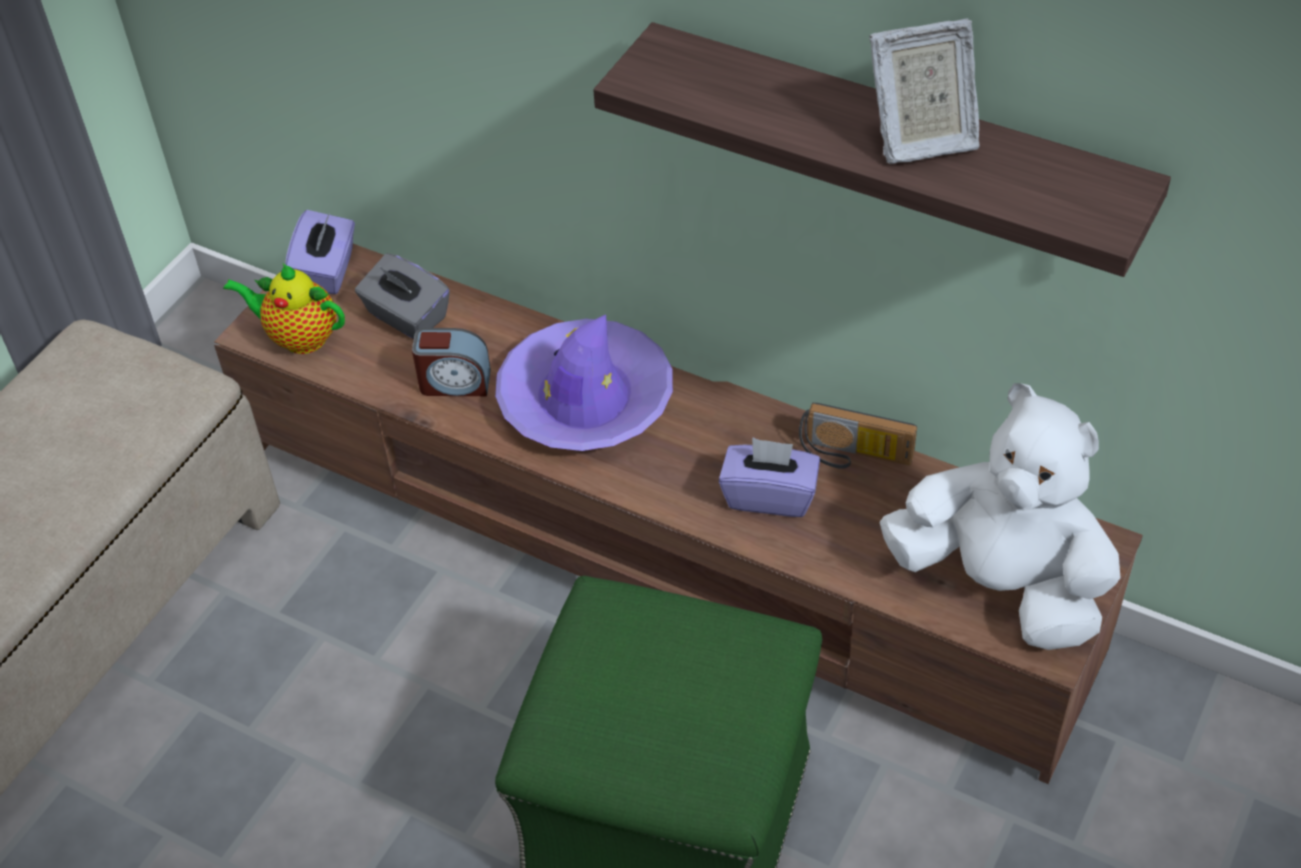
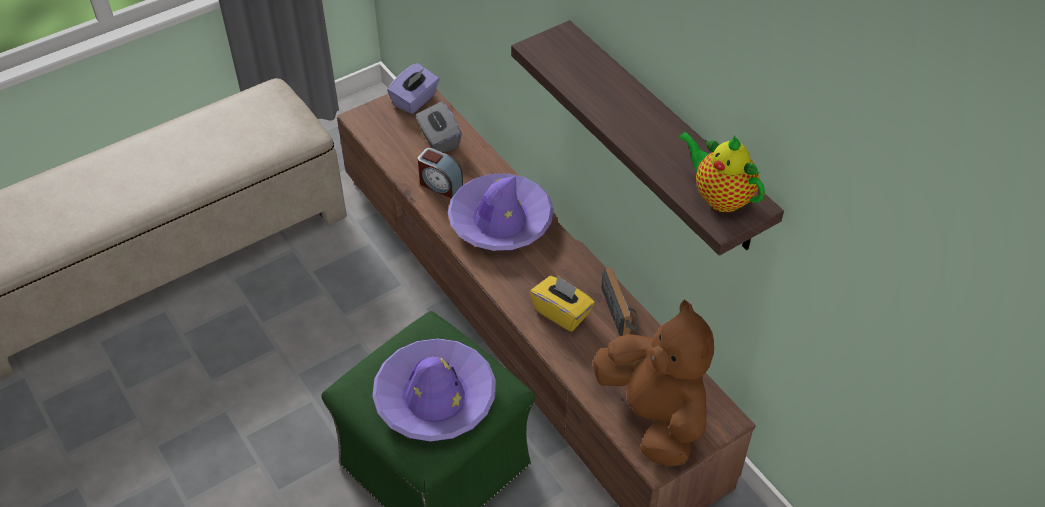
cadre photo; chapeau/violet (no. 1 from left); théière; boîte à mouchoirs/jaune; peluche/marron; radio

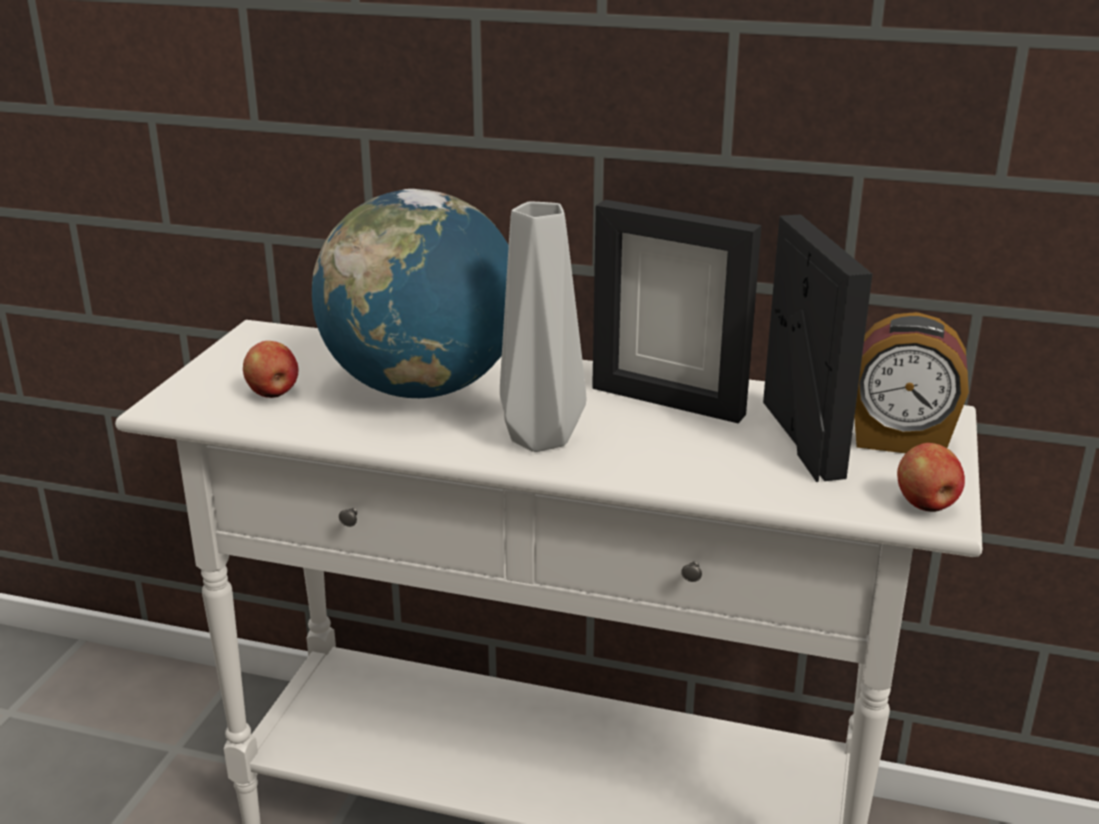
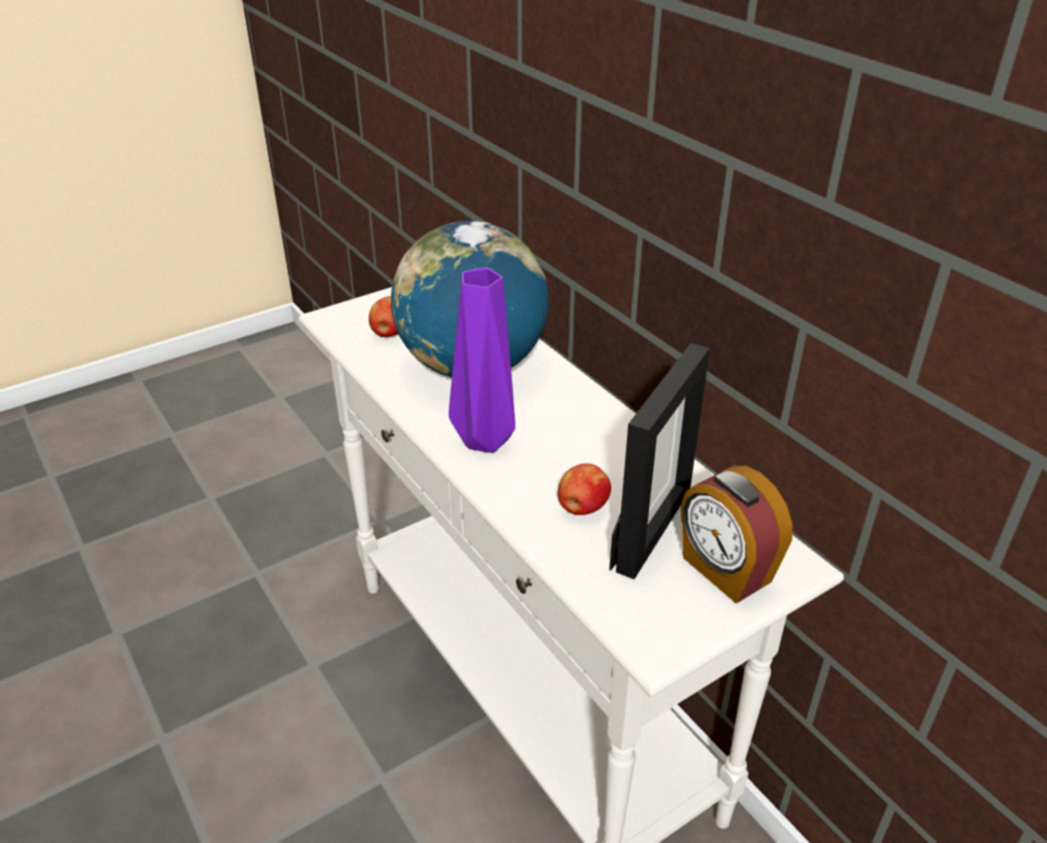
cadre photo (no. 1 from left in the first image); pomme (no. 2 from left); vase/violet

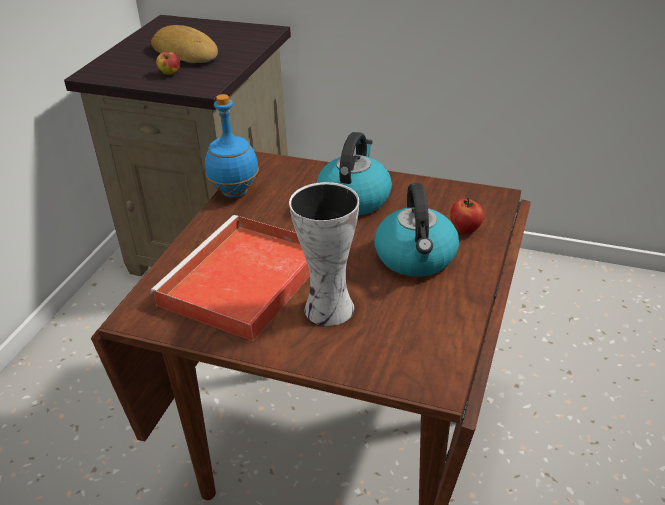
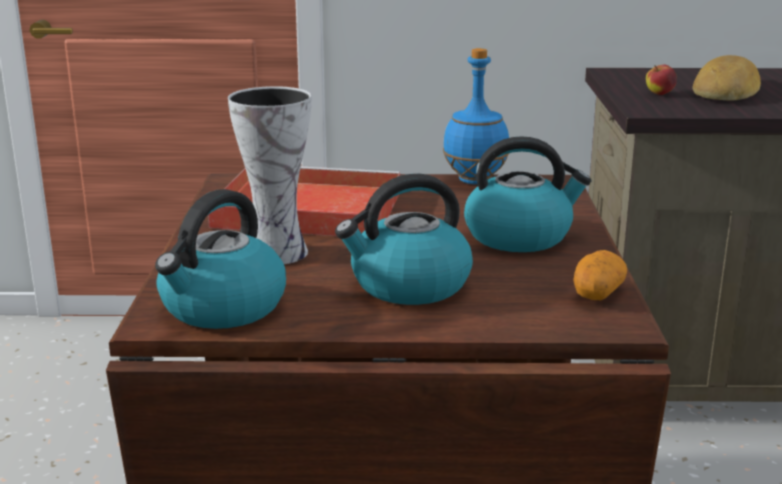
pomme (no. 2 from left in the first image); bouilloire (no. 1 from left); pomme de terre

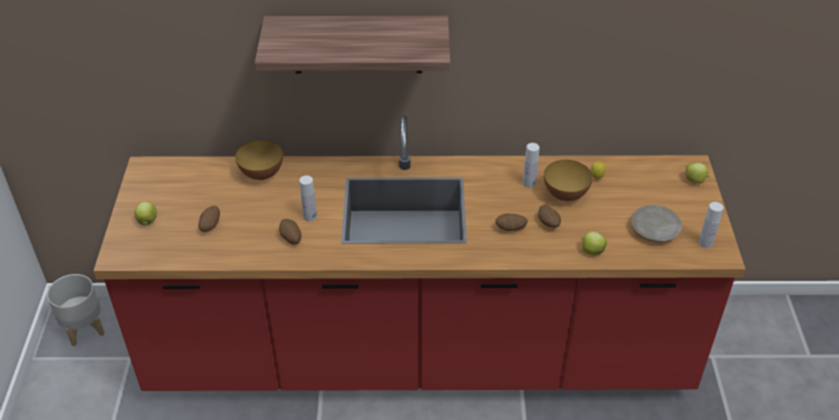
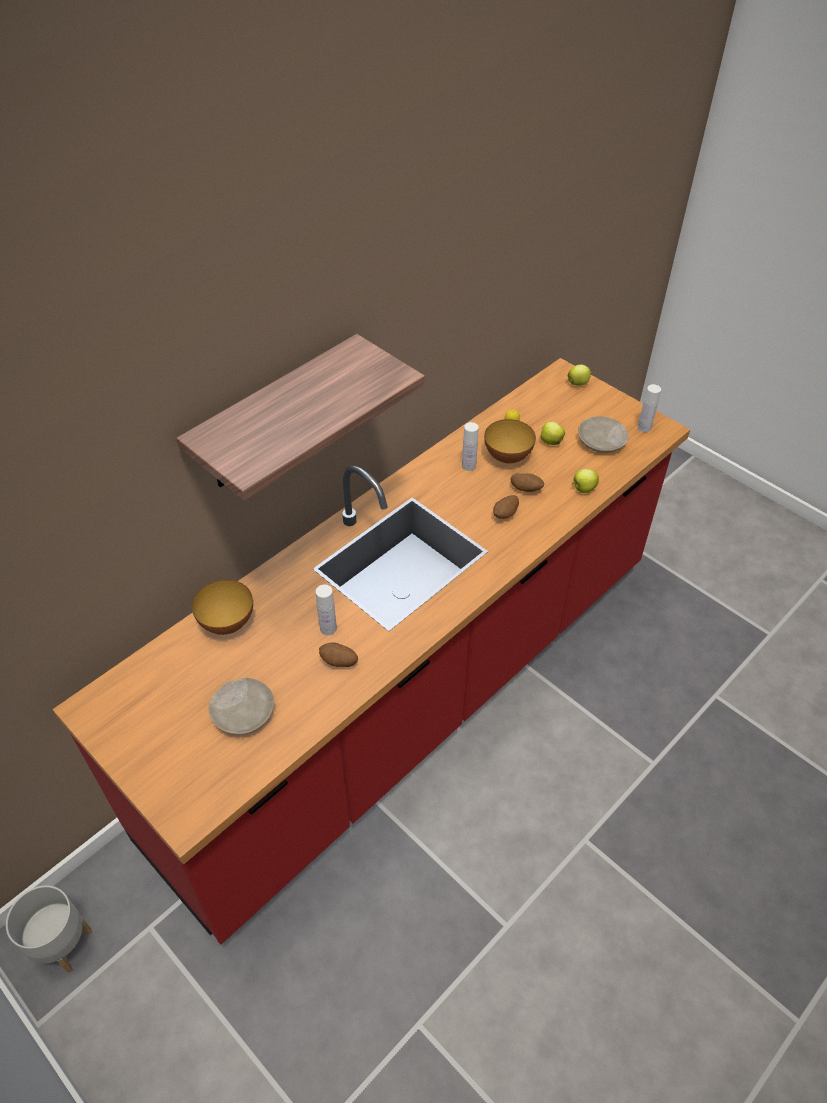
pomme (no. 1 from left); assiette/beige (no. 1 from left)

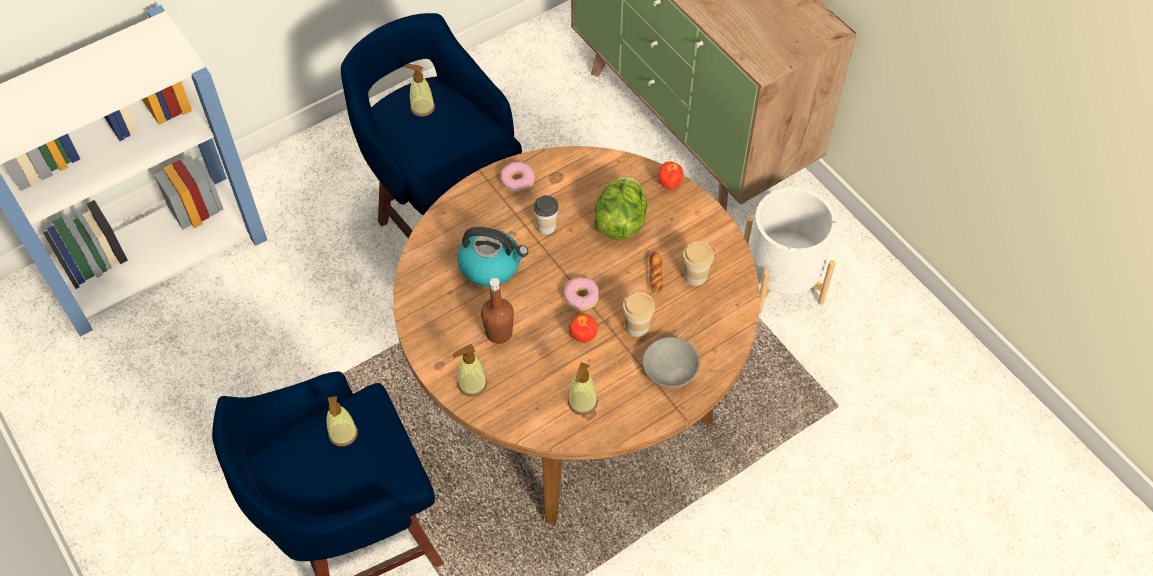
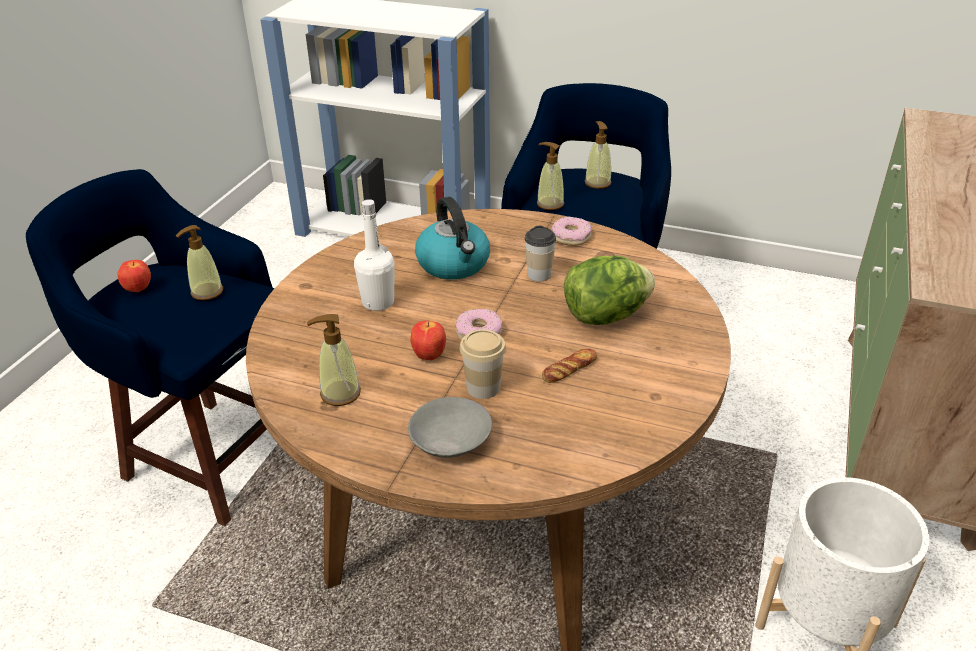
tasse (no. 3 from left in the first image); distributeur de savon (no. 3 from left); pomme (no. 1 from left); bouteille/blanc

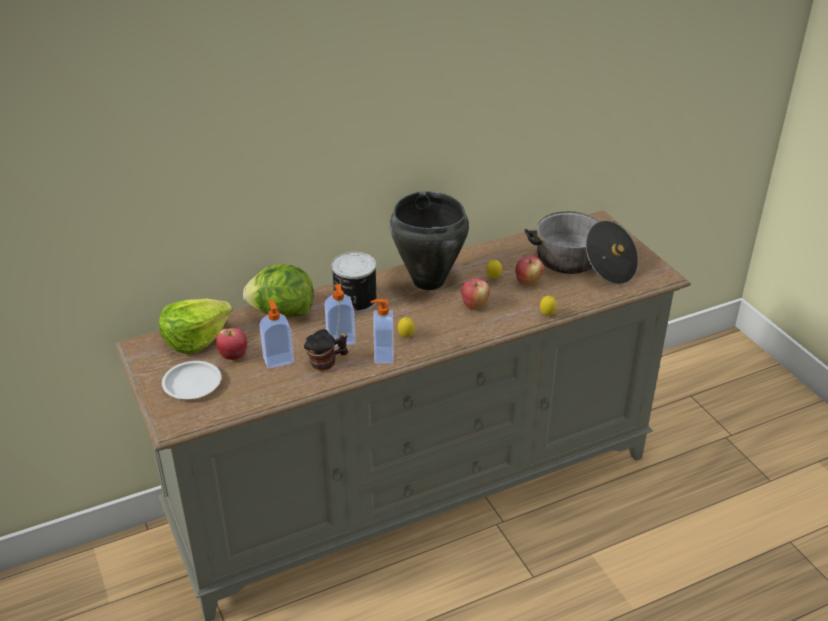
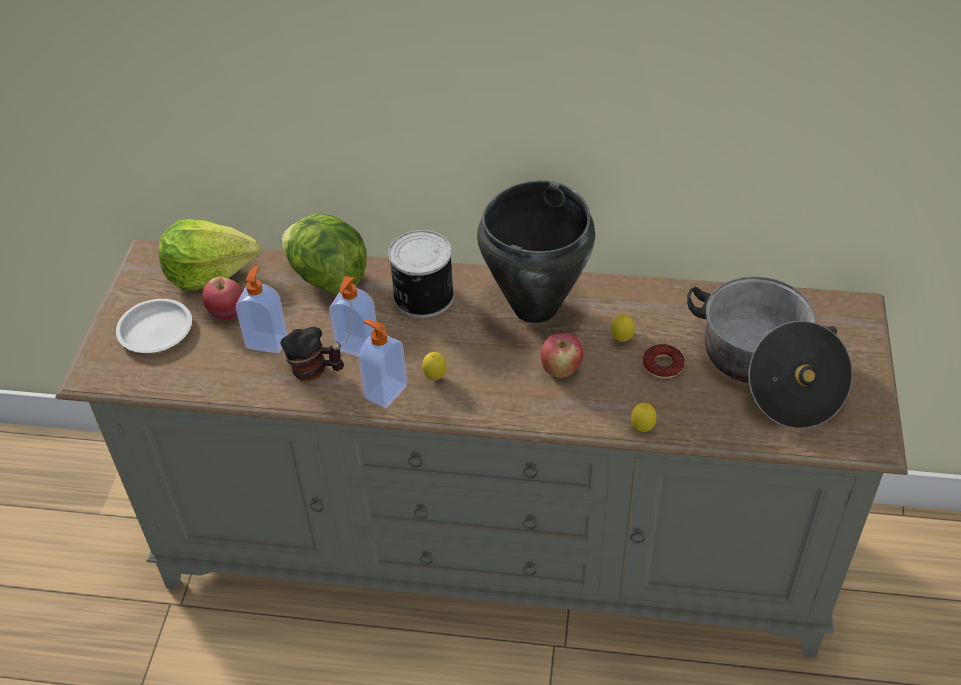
beignet

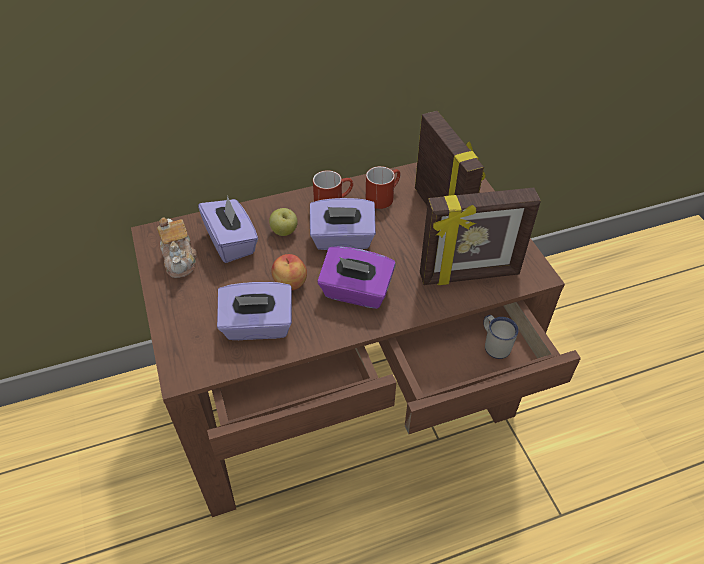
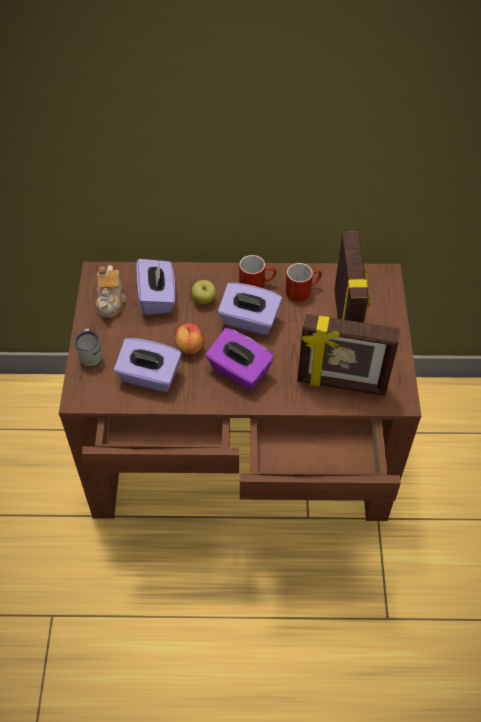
mug/blanc

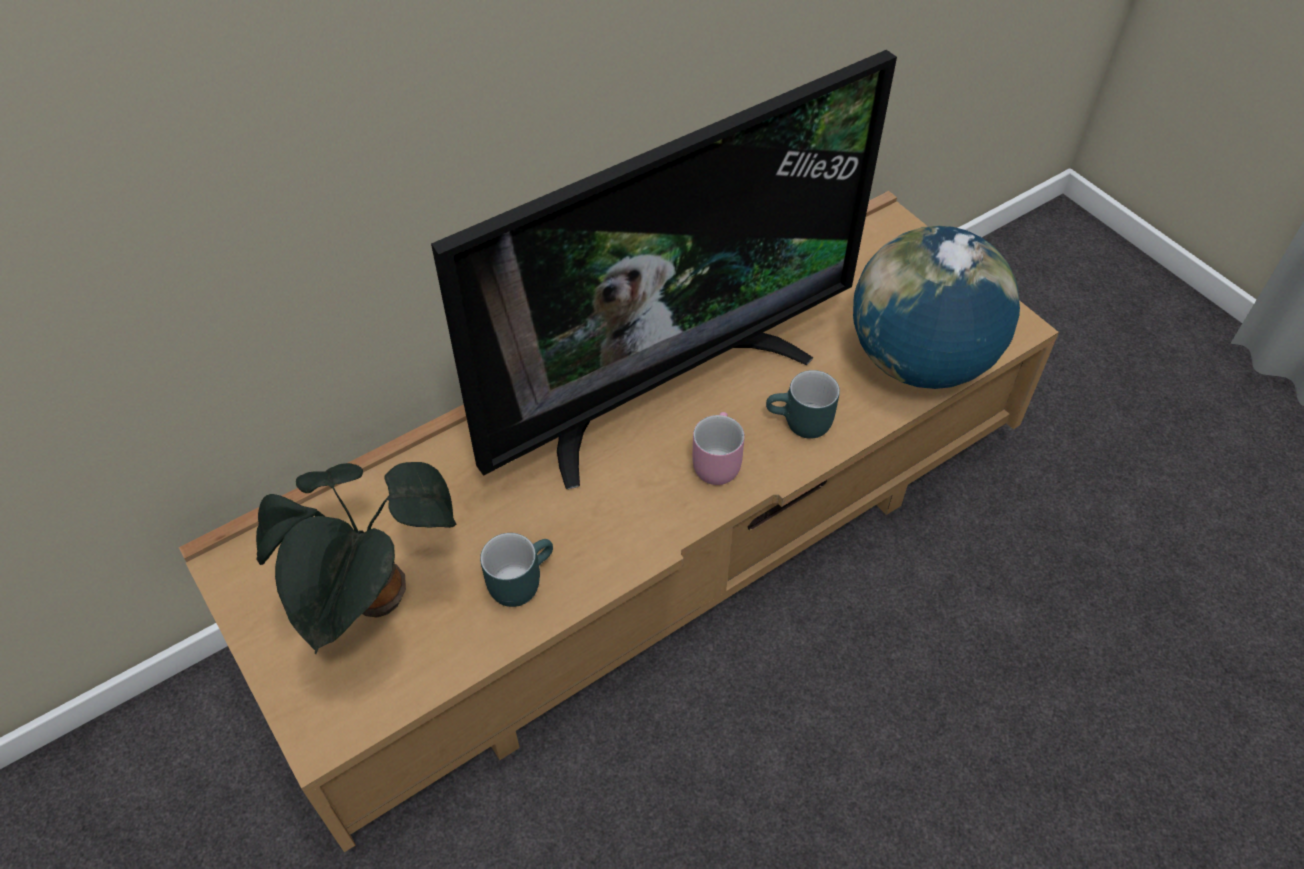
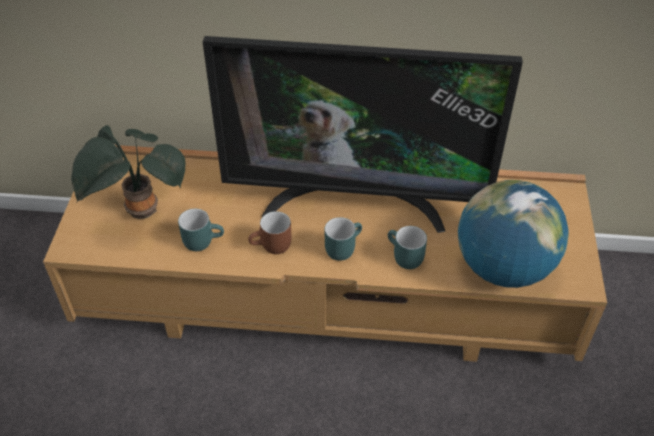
mug/marron; mug/turquoise (no. 2 from left)

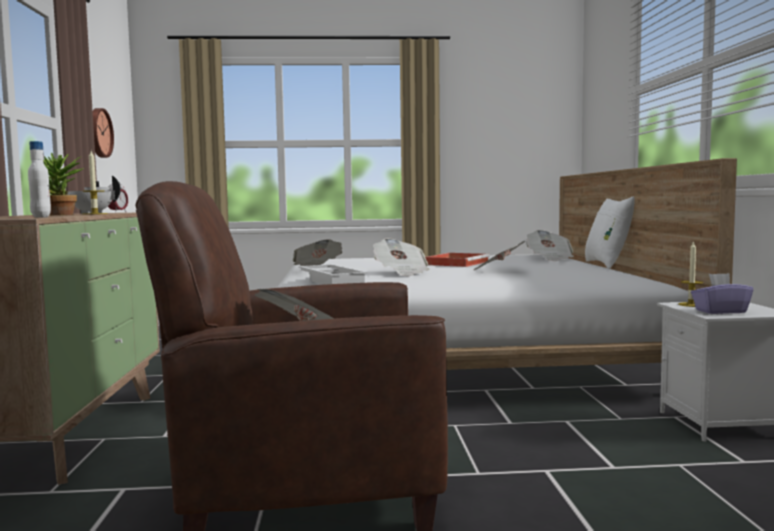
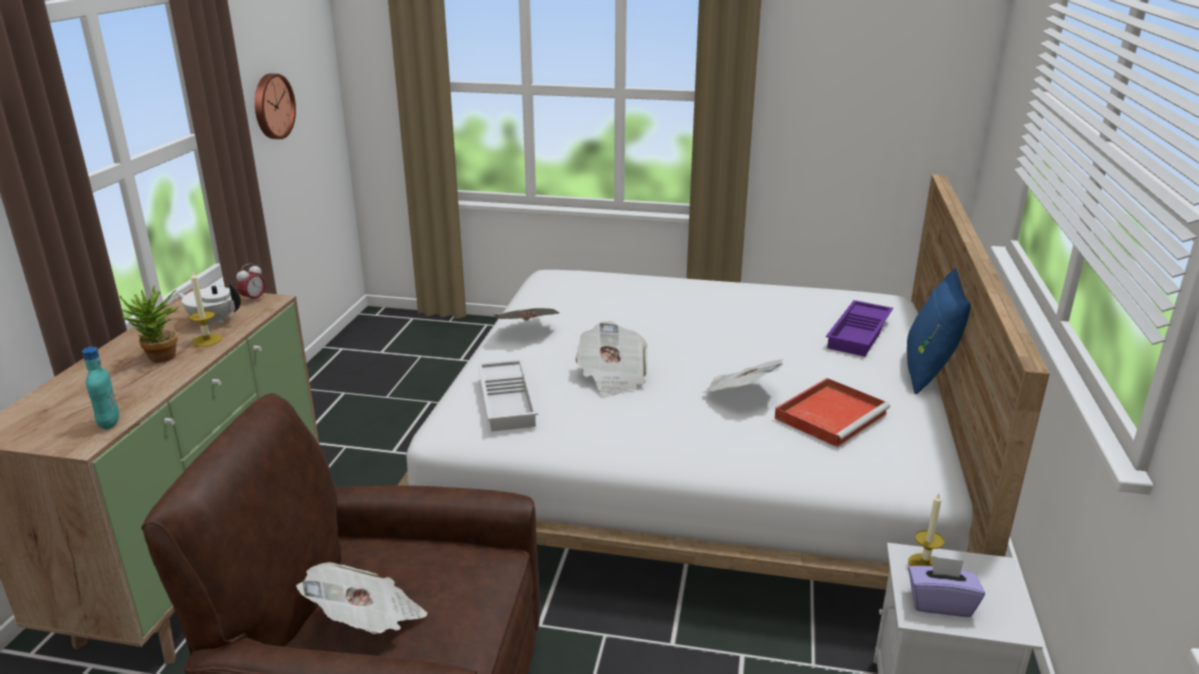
plateau/rouge; plateau/violet; bouteille/turquoise; coussin/bleu

